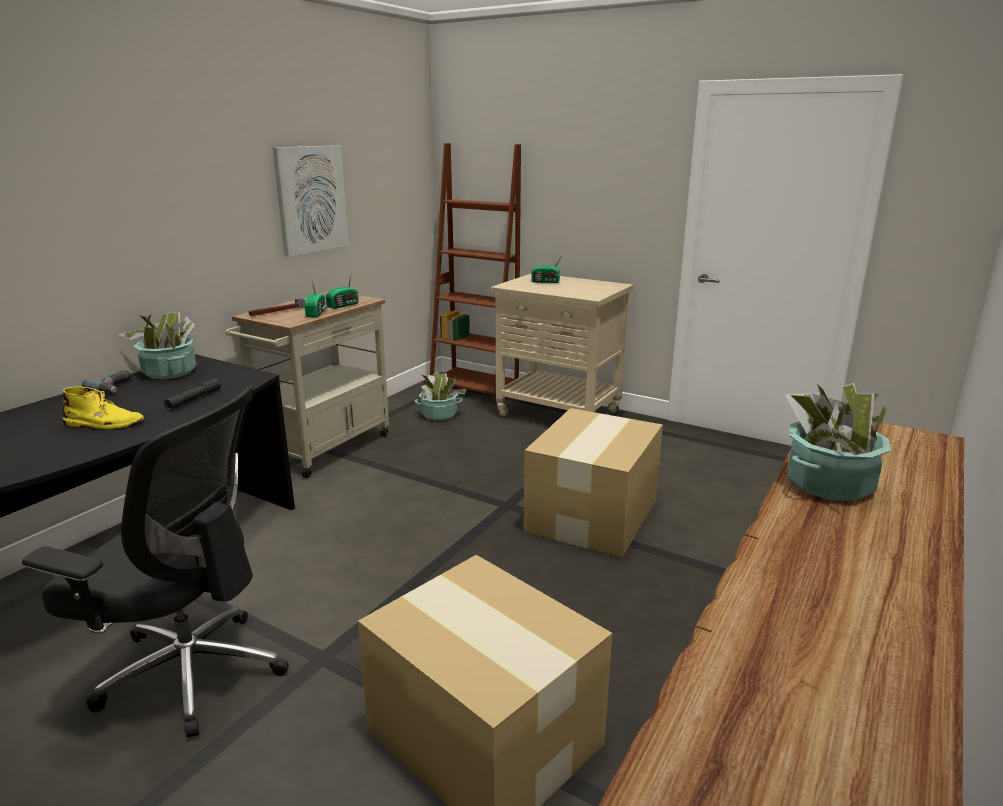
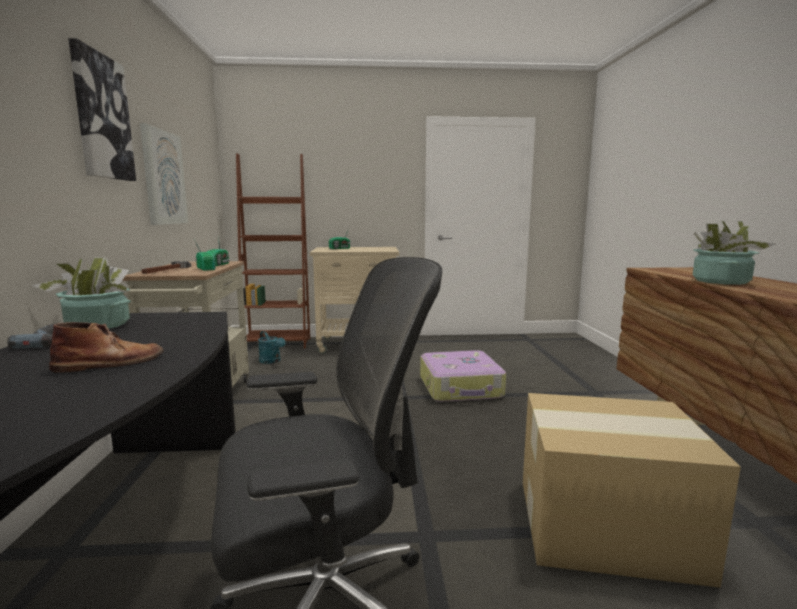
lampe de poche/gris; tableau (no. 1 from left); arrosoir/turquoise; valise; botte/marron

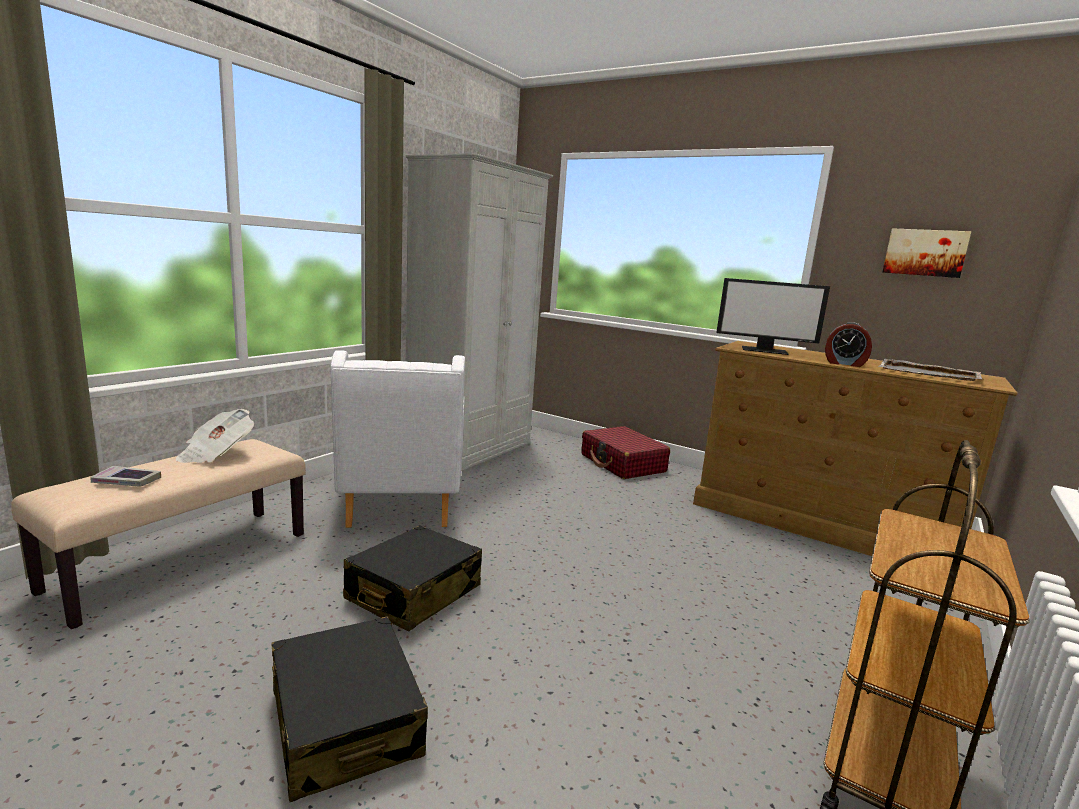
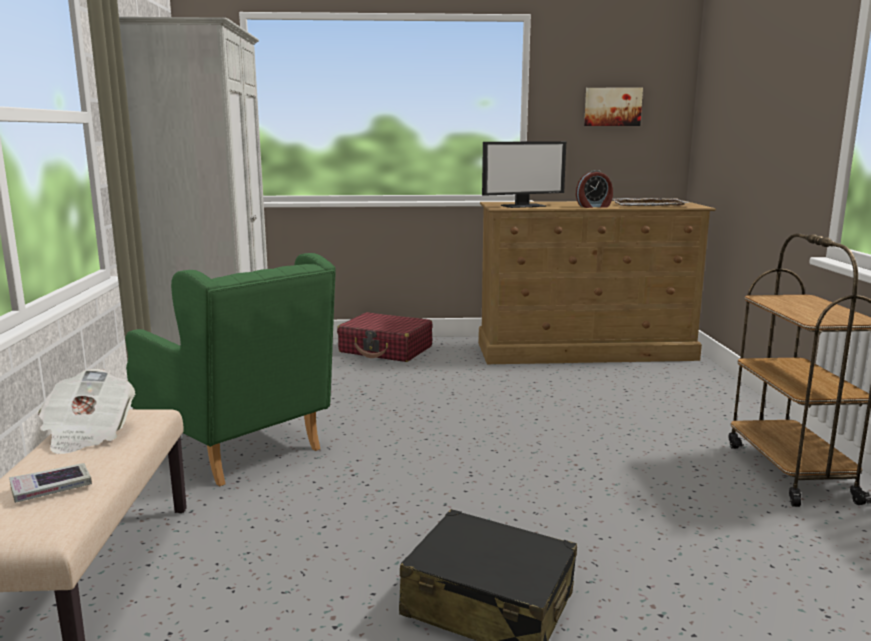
valise/noir (no. 2 from left in the first image); fauteuil/vert

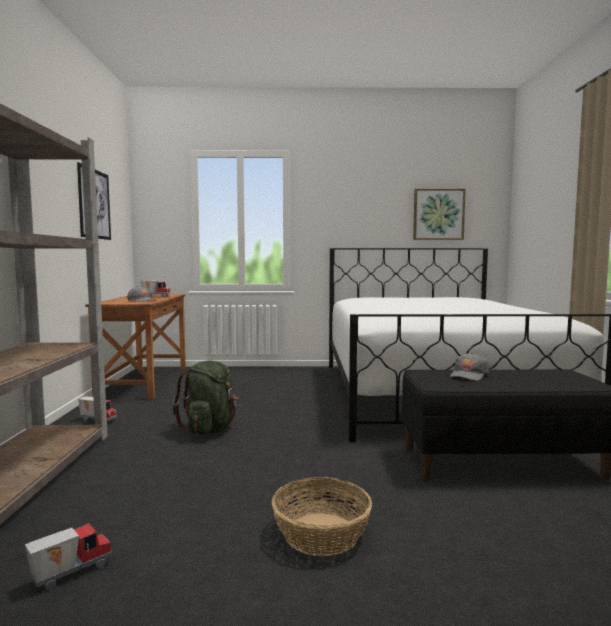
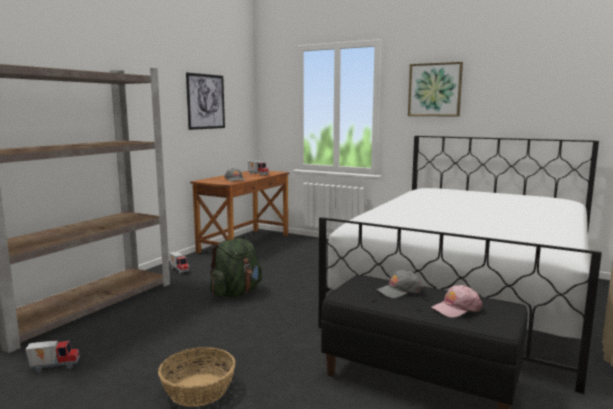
casquette/rose; tableau (no. 2 from left)

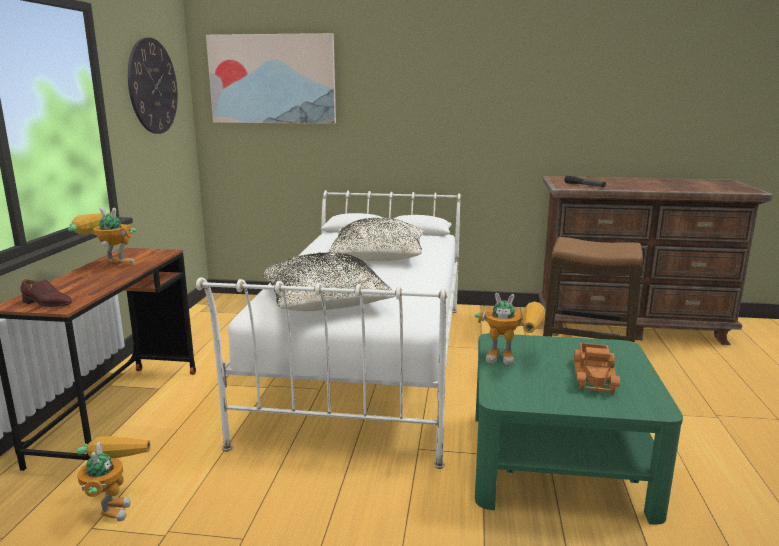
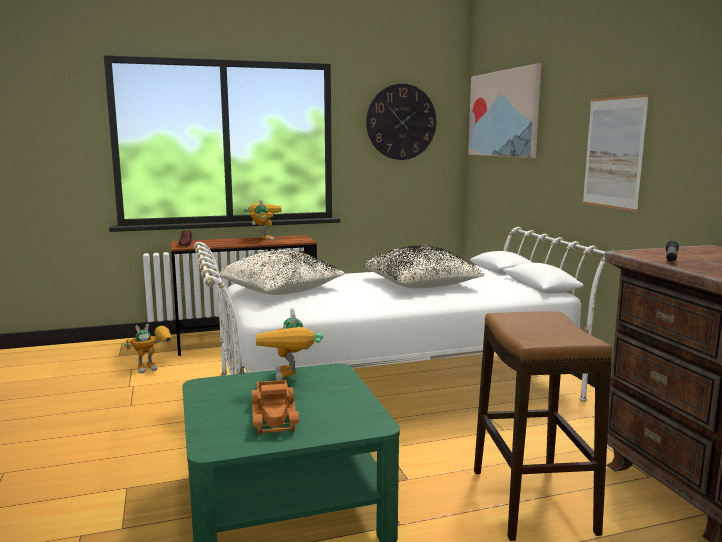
tableau (no. 2 from left); camion jouet

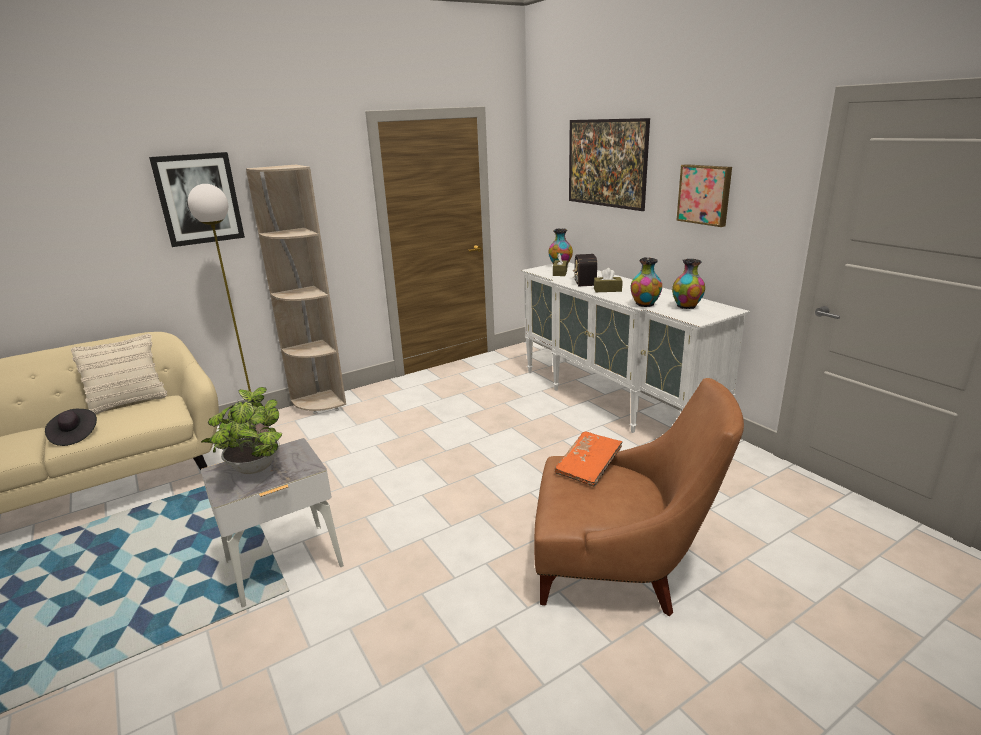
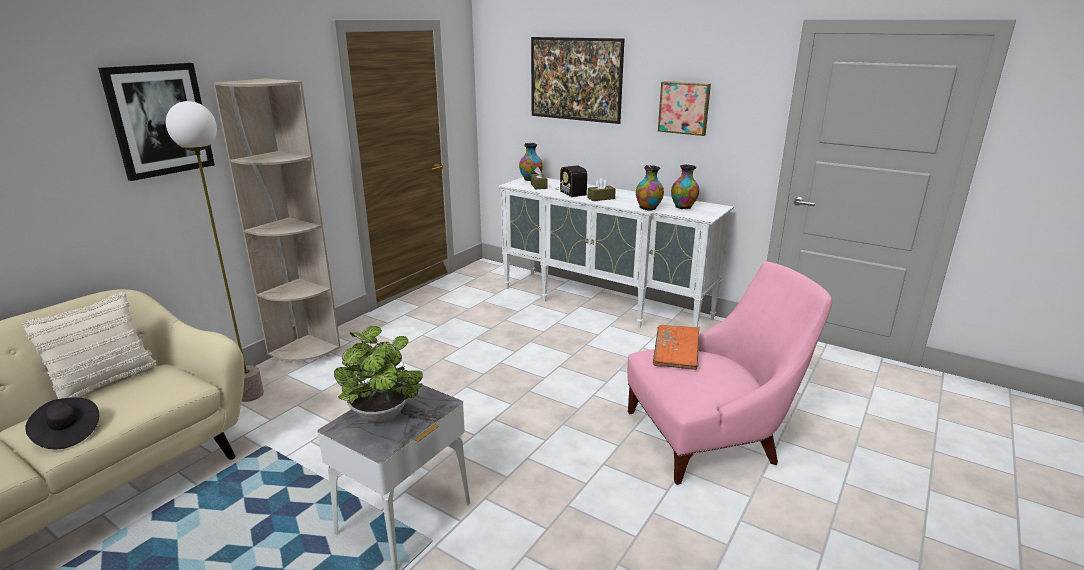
fauteuil/rose

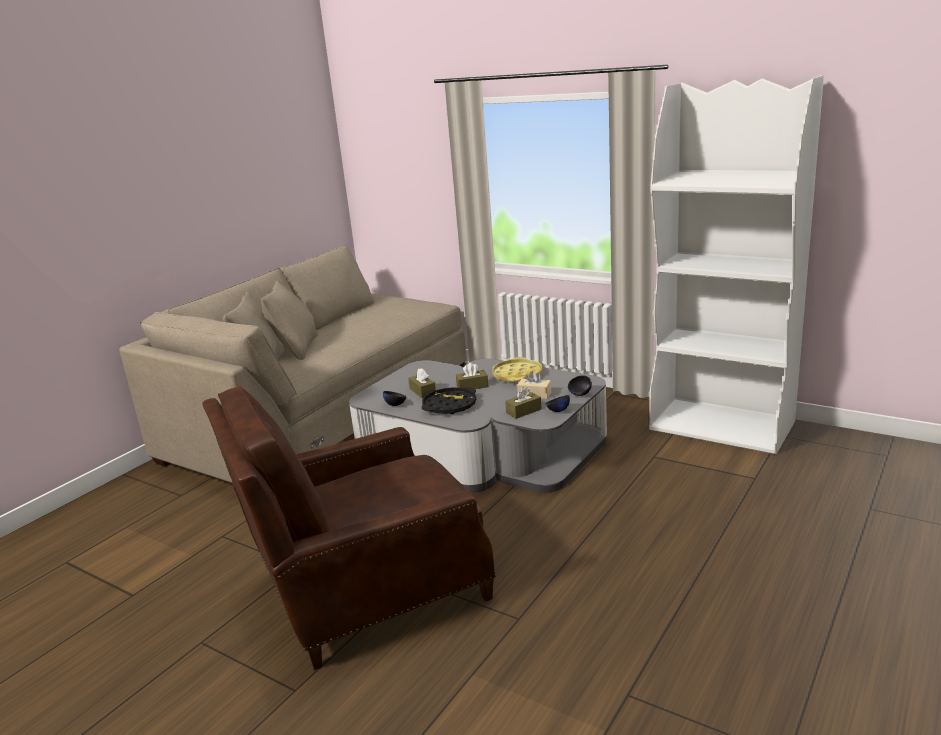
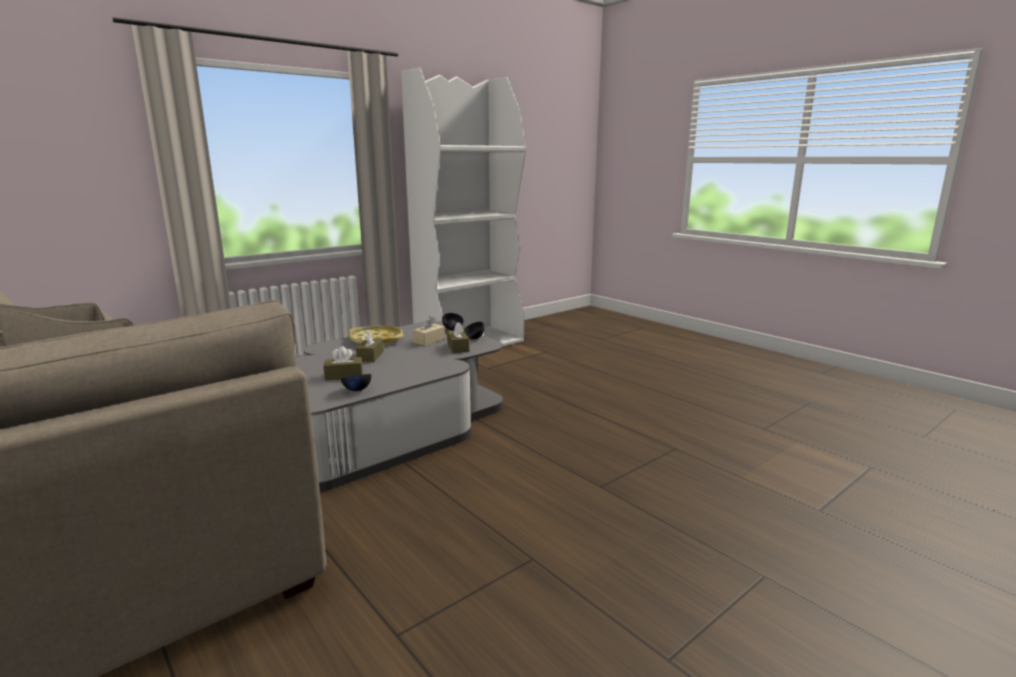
fauteuil/marron; plateau/noir

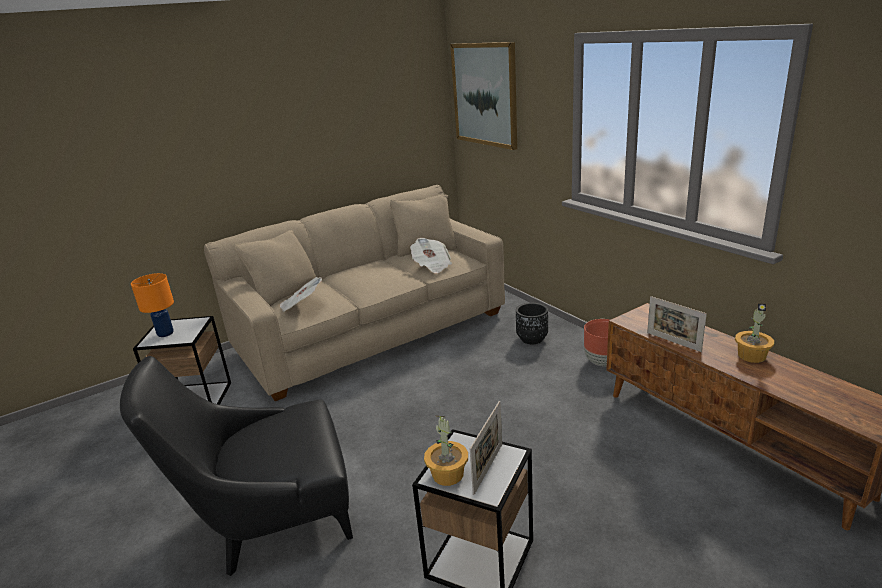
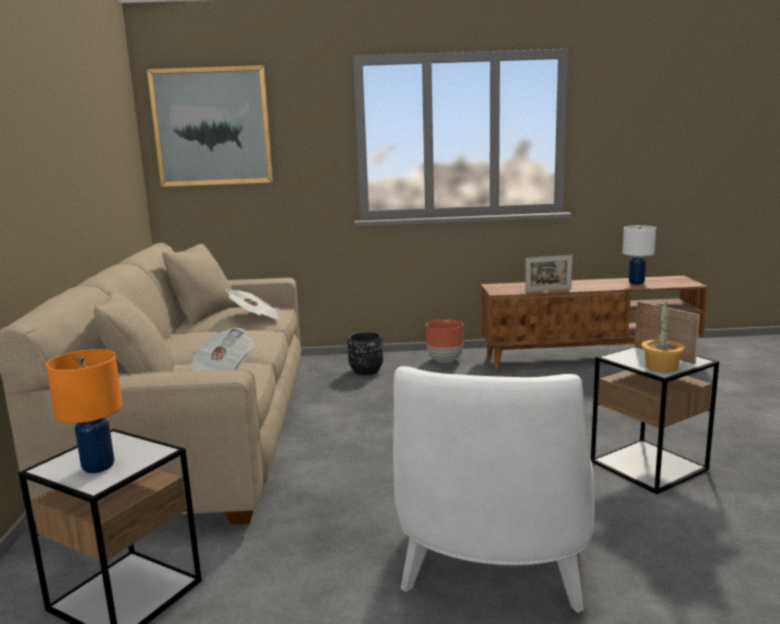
plante en pot (no. 2 from left in the first image); lampe de table/blanc; fauteuil/blanc

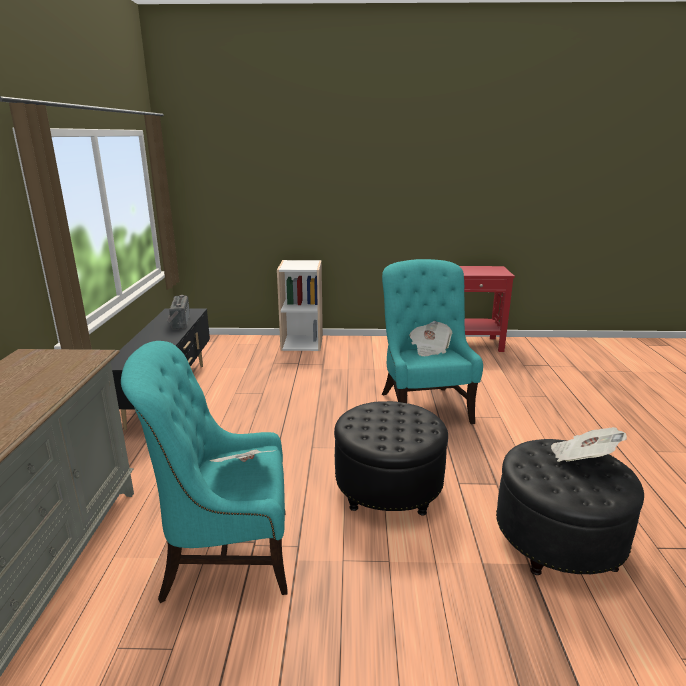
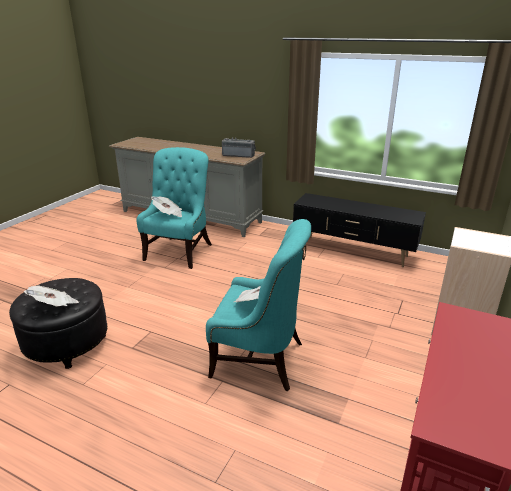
pouf/noir (no. 1 from left in the first image); radio

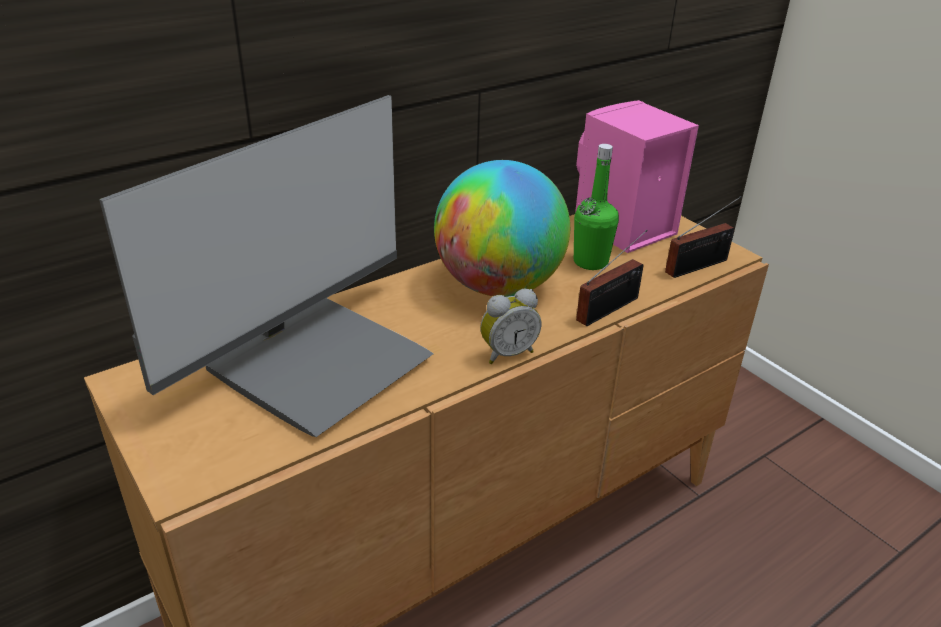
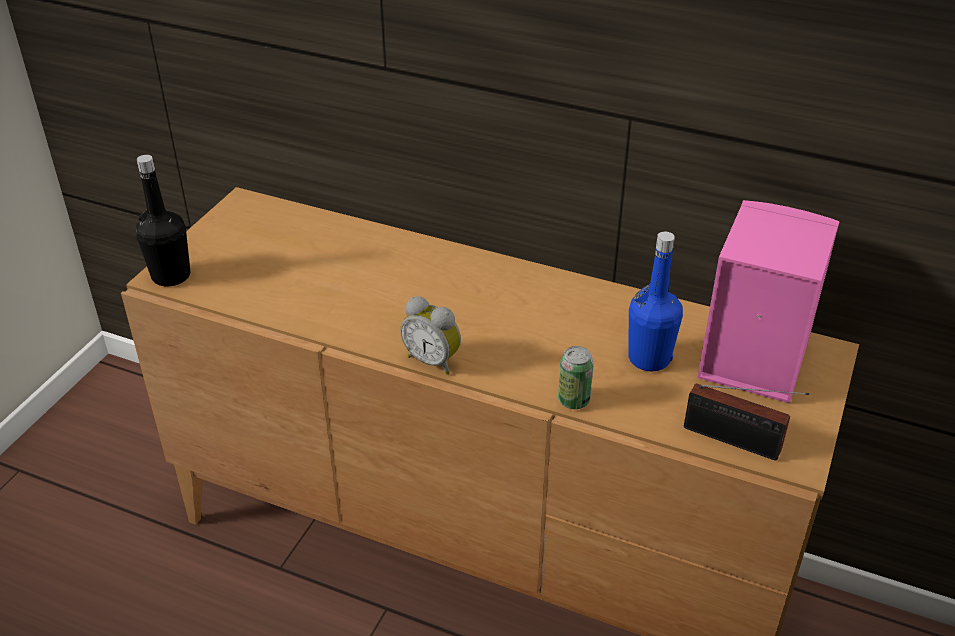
écran d'ordinateur; globe; bouteille/noir; boîte métallique; bouteille/bleu

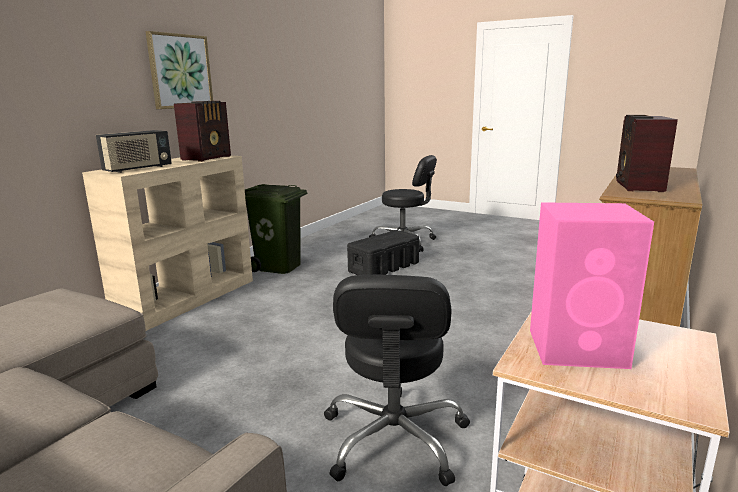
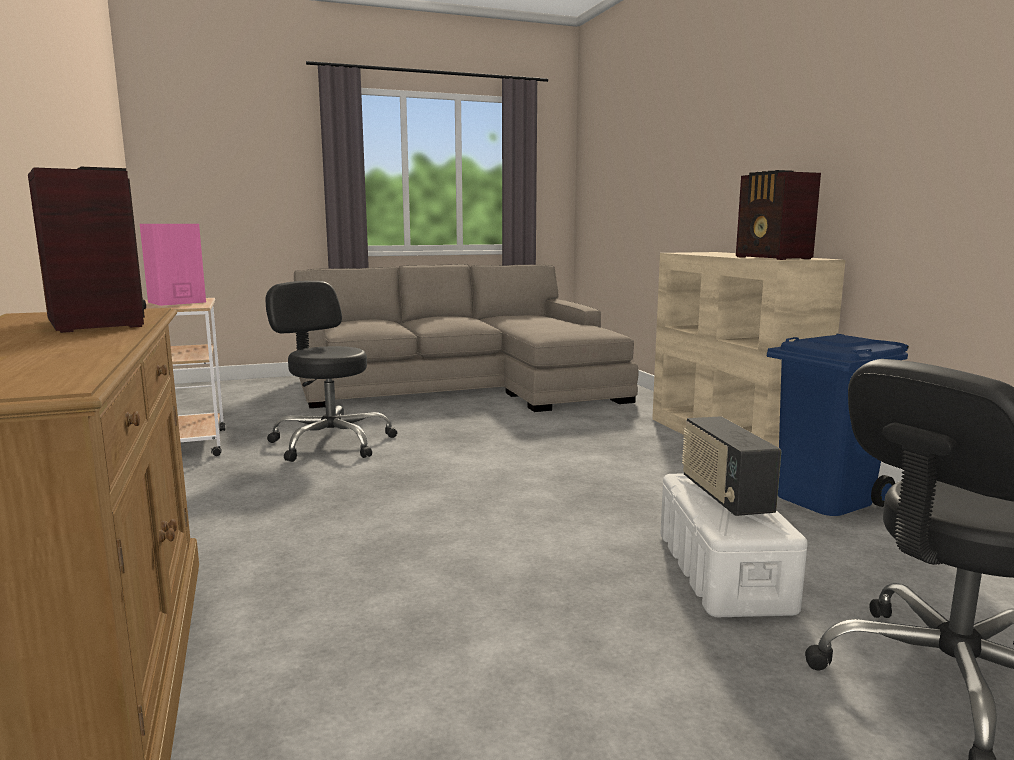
tableau; radio (no. 2 from left); poubelle/bleu; boîte de rangement/blanc

